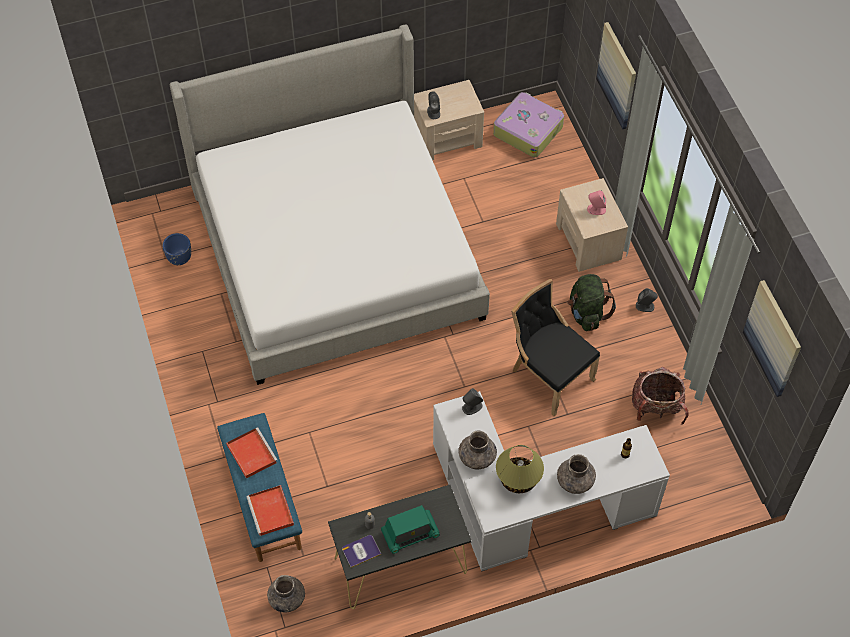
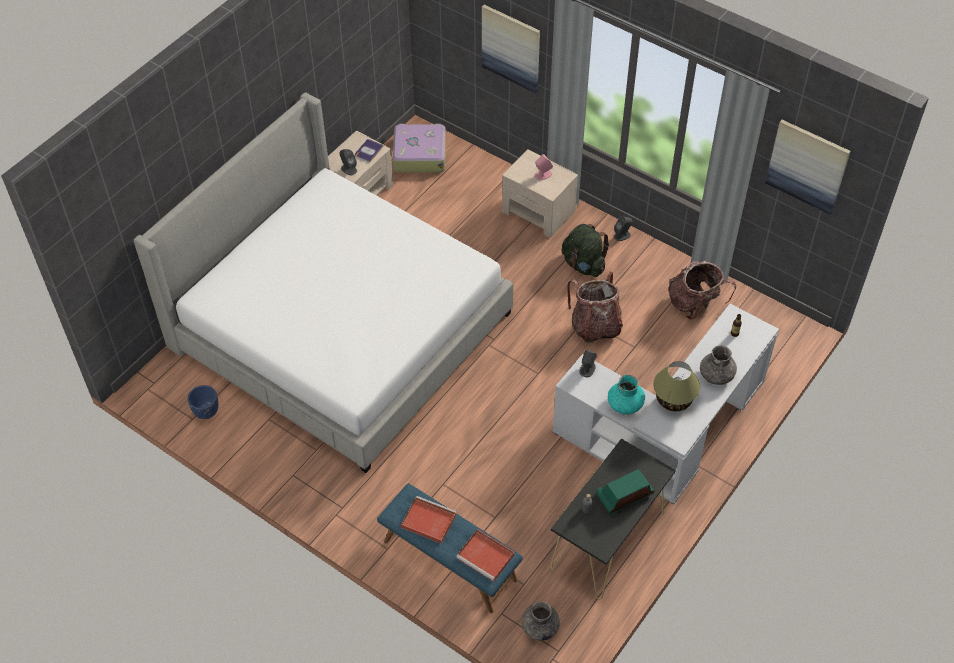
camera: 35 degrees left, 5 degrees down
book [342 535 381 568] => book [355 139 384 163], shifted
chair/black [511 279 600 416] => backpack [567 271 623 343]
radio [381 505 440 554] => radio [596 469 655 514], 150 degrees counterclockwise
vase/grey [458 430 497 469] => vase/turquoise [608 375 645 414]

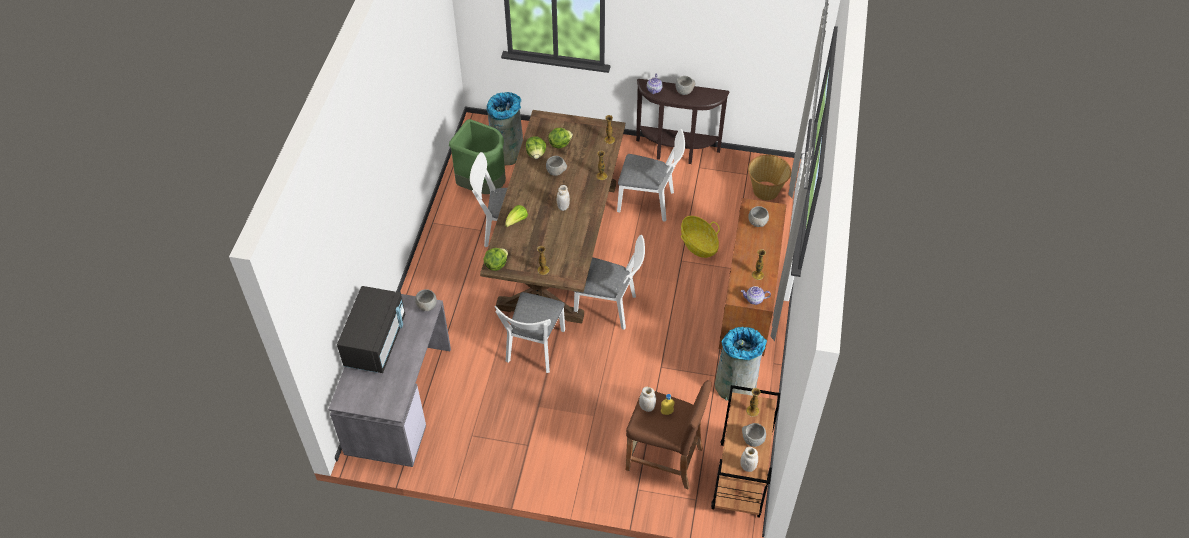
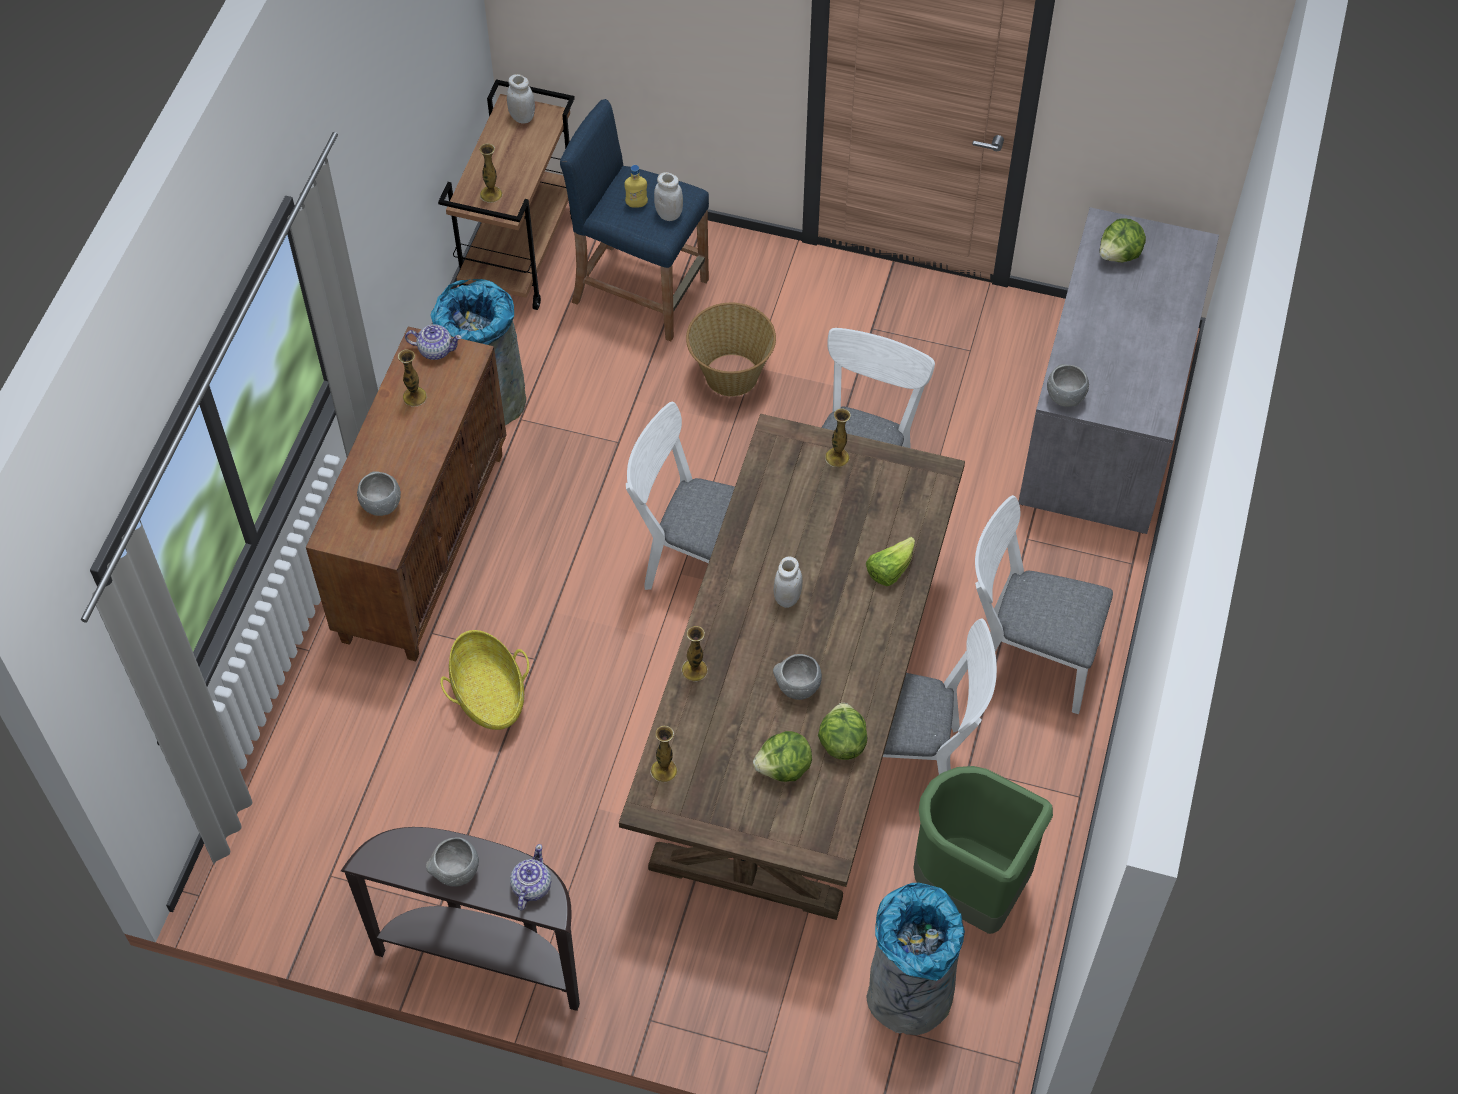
camera: 175 degrees left, 5 degrees up
stool/brown [626 380 711 490] => stool/blue [560 99 709 341]
basket [748 154 791 200] => basket [686 303 776 397], shifted
chair/white [617 129 685 222] => chair/white [975 495 1113 714], shifted
lettuce [483 248 508 271] => lettuce [1100 218 1146 262], shifted
microwave/black [337 286 405 373] => nothing
bowl/grey [742 423 766 447] => nothing

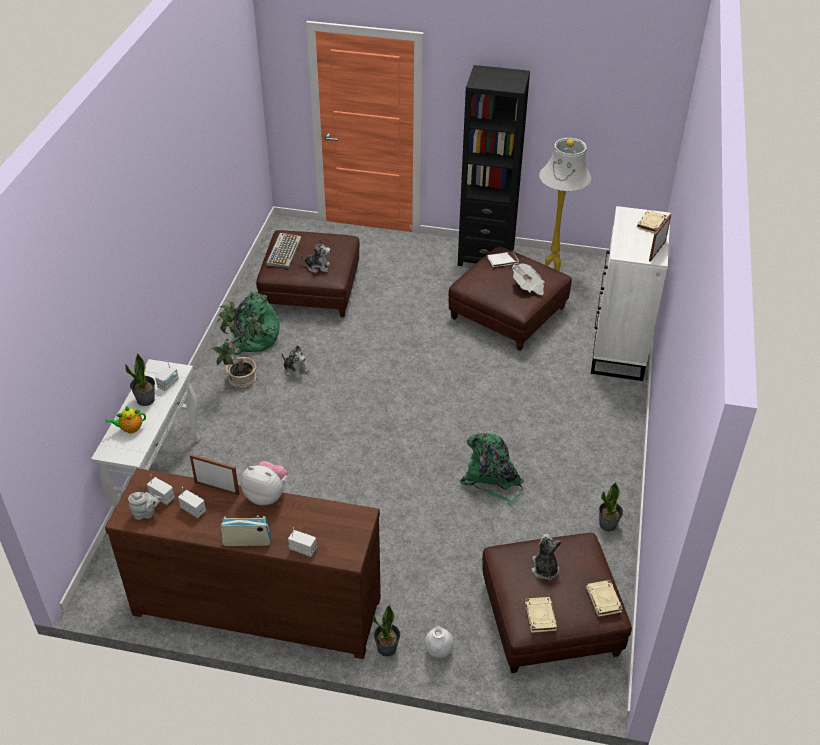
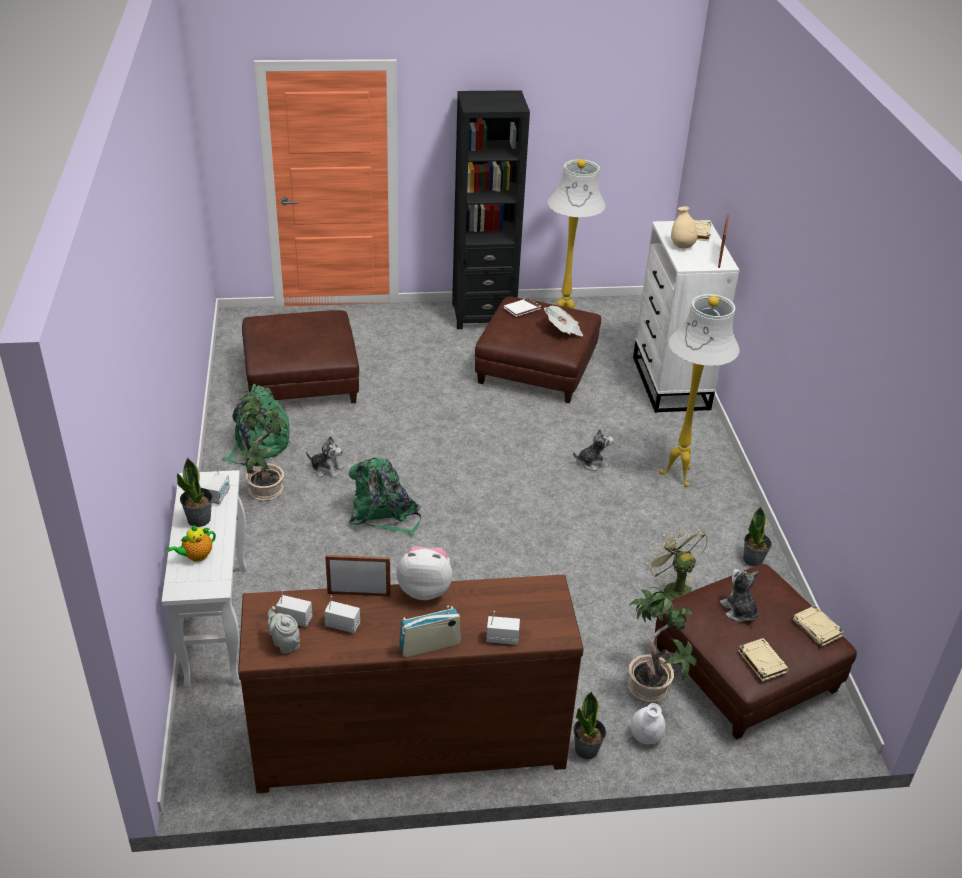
camera: 20 degrees left, 5 degrees down
teapot/grey [128 492 162 520] => teapot/grey [267 606 300 654], 105 degrees counterclockwise
backpack/green [460 433 524 506] => backpack/green [348 457 421 536], shifted
plush toy [300 239 331 273] => plush toy [573 429 614 471], shifted
nothing => potted plant [628 587 696 703]
nothing => fan/green [645 525 708 600]
nothing => floor lamp/white [659 294 739 487]
nothing => vase/beige [671 206 698 248]
keyboard [266 233 301 268] => nothing

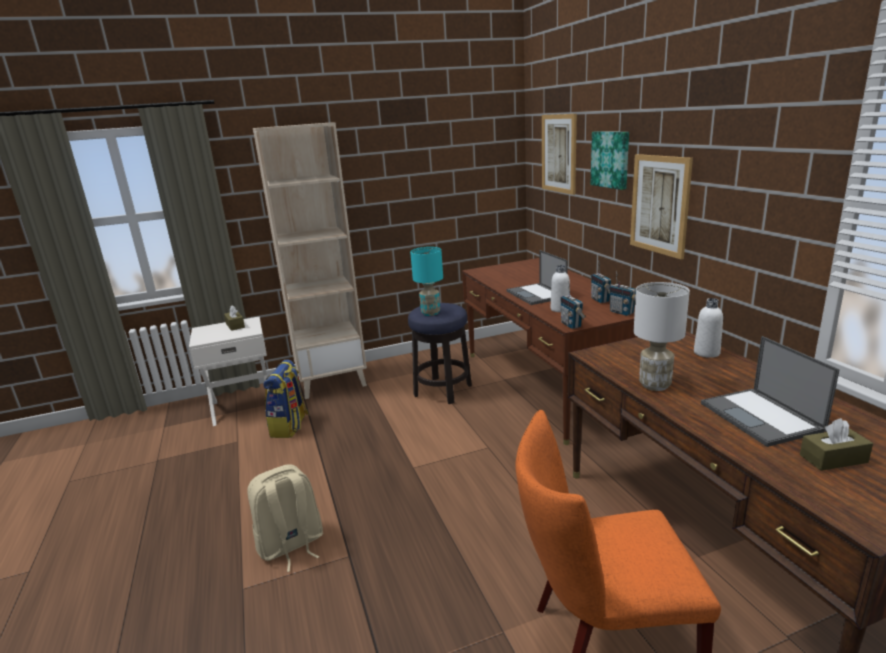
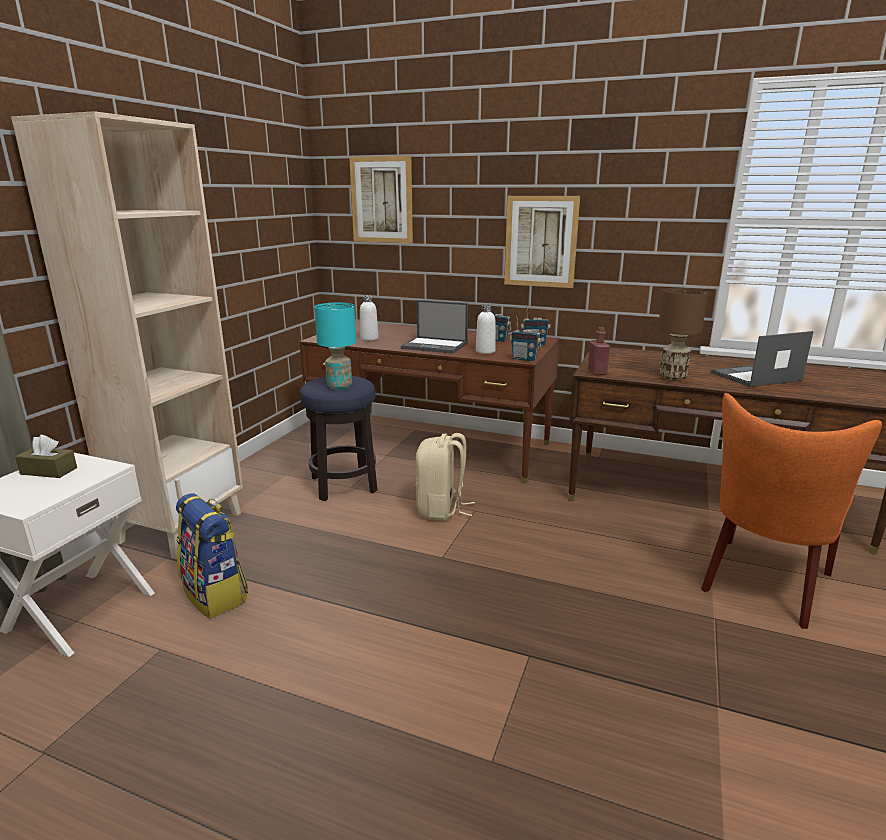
camera: 50 degrees left, 0 degrees up
bottle/white [694 298 723 358] => bottle/white [360 296 379 341], shifted
backpack/beige [247 464 323 572] => backpack/beige [416 433 475 521], shifted
nothing => bottle/red [588 327 610 376]
table lamp/white [634 282 690 391] => table lamp/brown [658 288 708 381]
laptop [701 336 840 447] => laptop [711 331 814 387], 135 degrees clockwise
picture [591 131 629 190] => nothing
tissue box/brown [800 418 873 471] => nothing

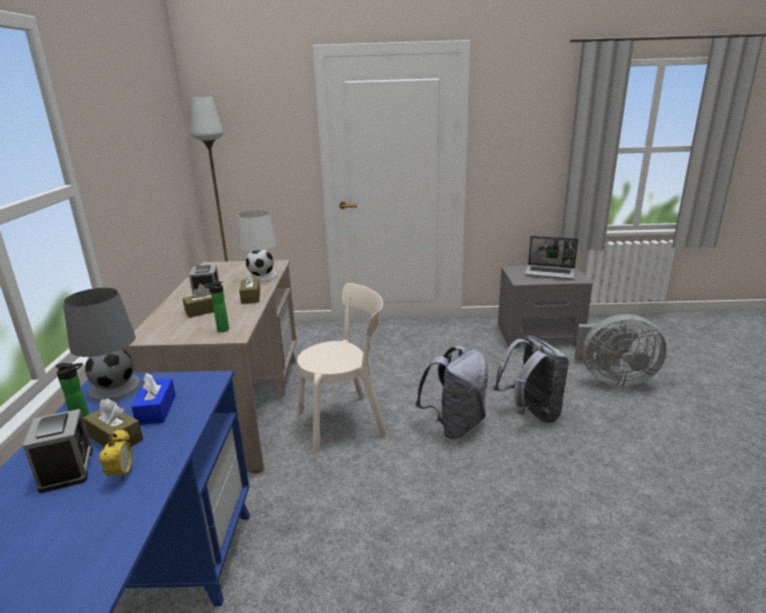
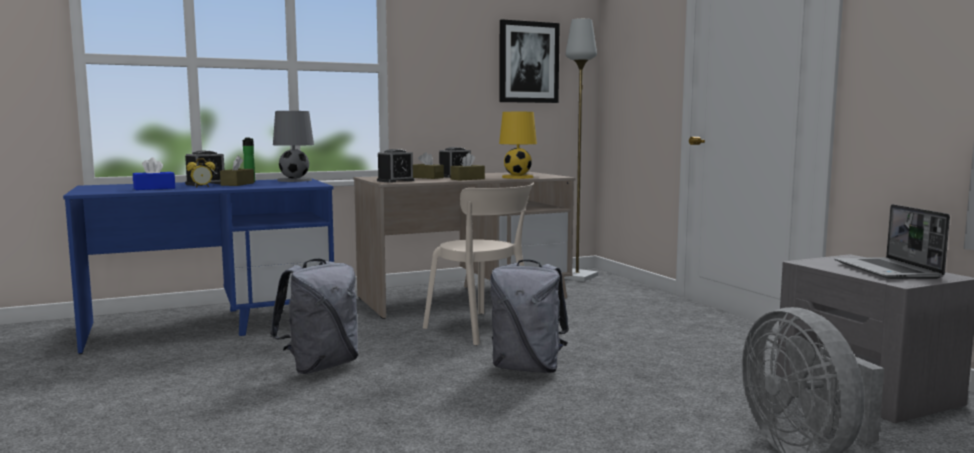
camera: 65 degrees right, 15 degrees down
tissue box/blue [132 373 176 425] => tissue box/blue [133 157 175 190], shifted
backpack/grey [494 335 569 423] => backpack/grey [270 259 358 374], shifted
bottle [204 281 229 332] => alarm clock [377 149 414 183]
nothing => picture [499 19 560 103]
table lamp/white [238 210 277 282] => table lamp/yellow [499 112 537 179]

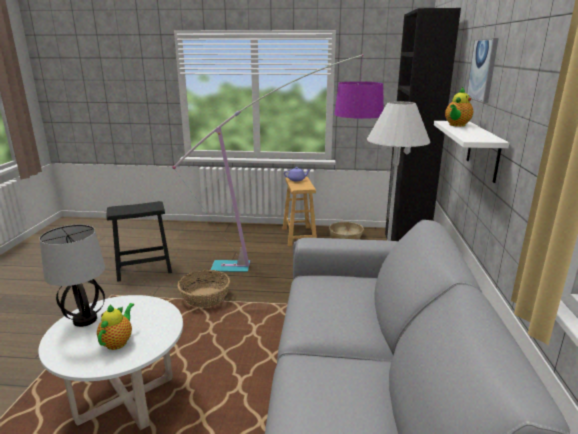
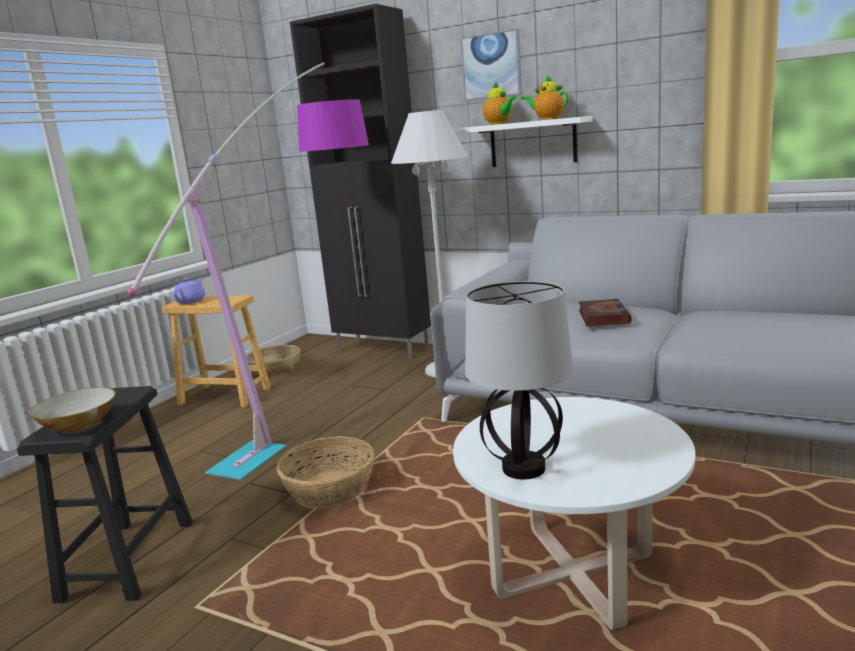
camera: 65 degrees left, 5 degrees down
nothing => bowl [29 387 116 432]
teapot [97 303 135 350] => teapot [521 75 568 120], shifted
nothing => book [579 299 631 326]

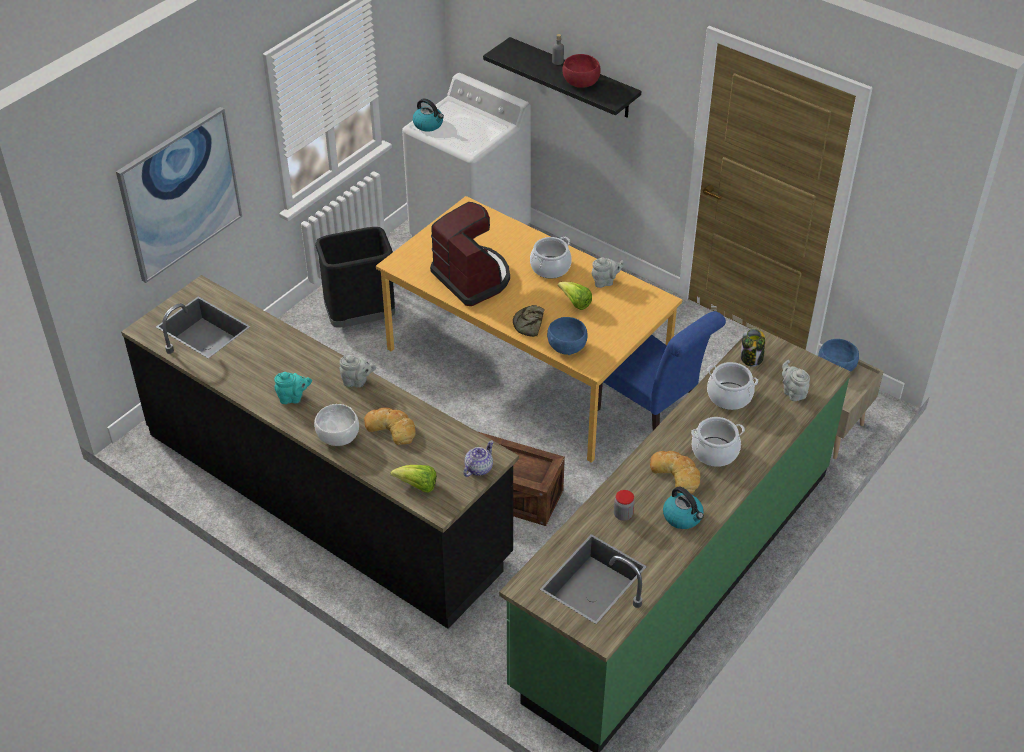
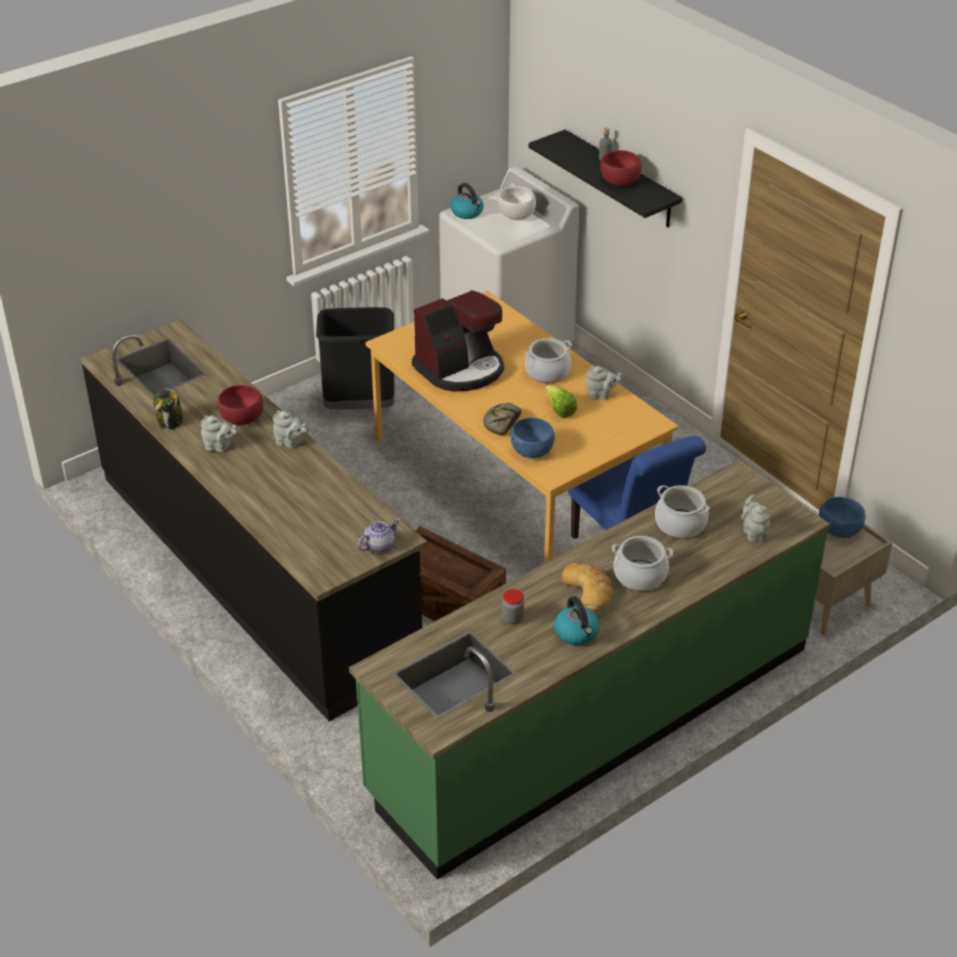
camera: 15 degrees right, 5 degrees down
jar [741 329 765 367] => jar [153 388 184 430], shifted
teapot/turquoise [274 372 312 404] => teapot/grey [201 415 240 452]
nothing => bowl/red [218 385 263 425]
coffee machine [430 202 510 306] => coffee machine [412 290 504 392], 75 degrees clockwise
bowl/white [314 404 359 446] => bowl/white [498 186 536 220], shifted
picture [116 107 242 283] => nothing
bread [364 408 416 445] => nothing
lettuce [390 465 437 493] => nothing

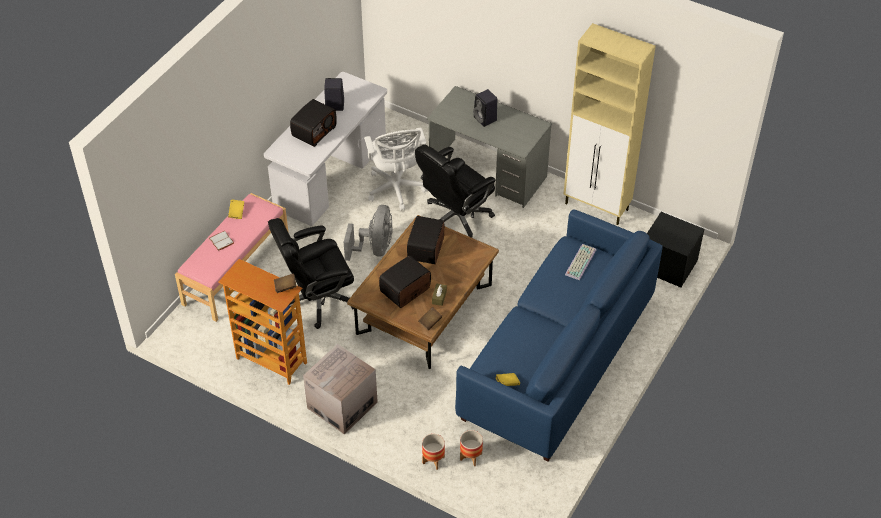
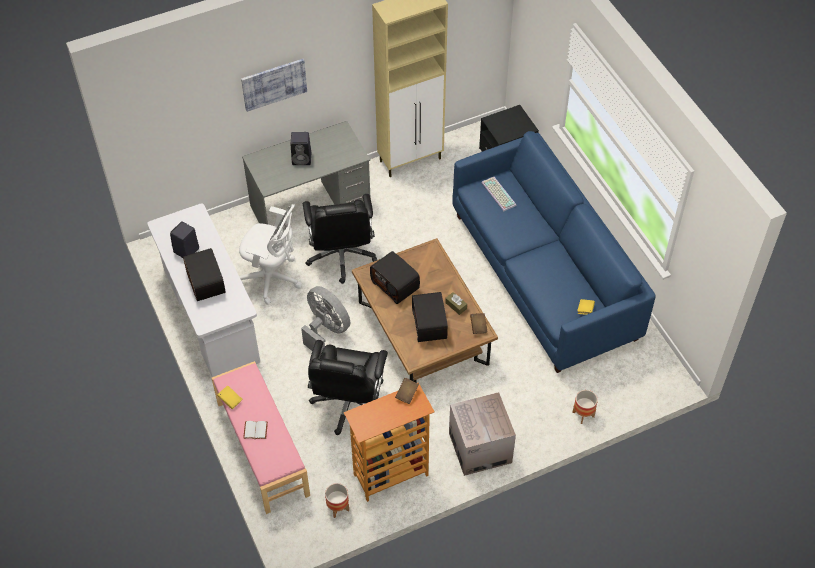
camera: 55 degrees left, 5 degrees up
nothing => picture [241 59 307 112]
planter [460 430 483 466] => planter [325 483 349 518], shifted

